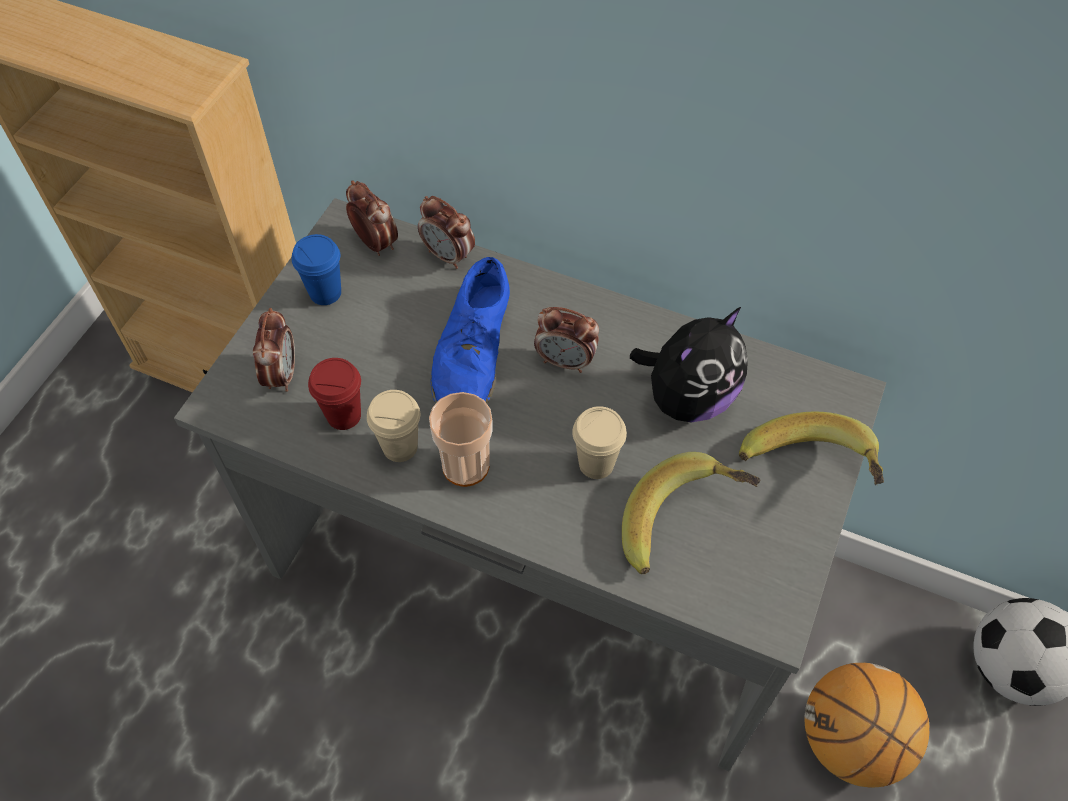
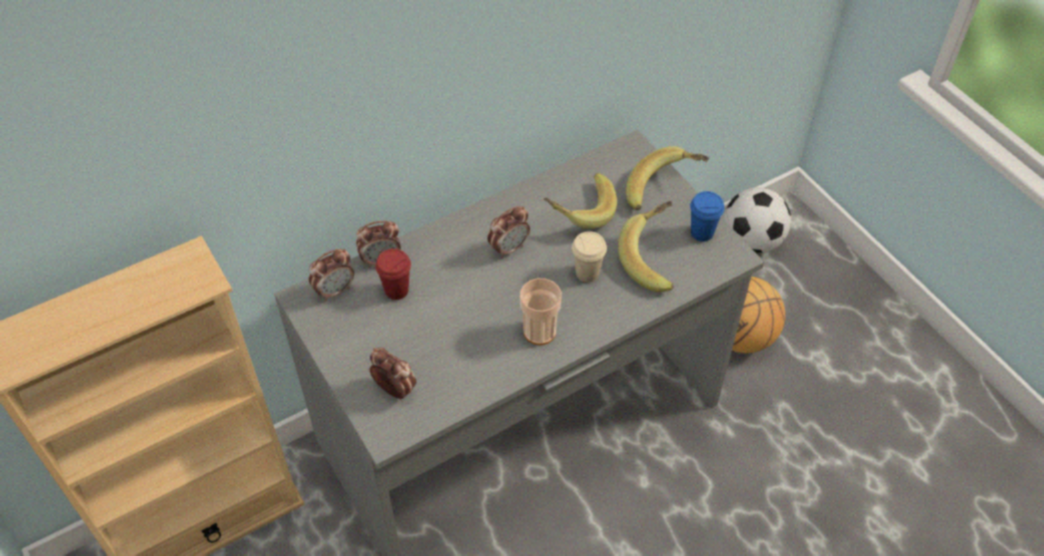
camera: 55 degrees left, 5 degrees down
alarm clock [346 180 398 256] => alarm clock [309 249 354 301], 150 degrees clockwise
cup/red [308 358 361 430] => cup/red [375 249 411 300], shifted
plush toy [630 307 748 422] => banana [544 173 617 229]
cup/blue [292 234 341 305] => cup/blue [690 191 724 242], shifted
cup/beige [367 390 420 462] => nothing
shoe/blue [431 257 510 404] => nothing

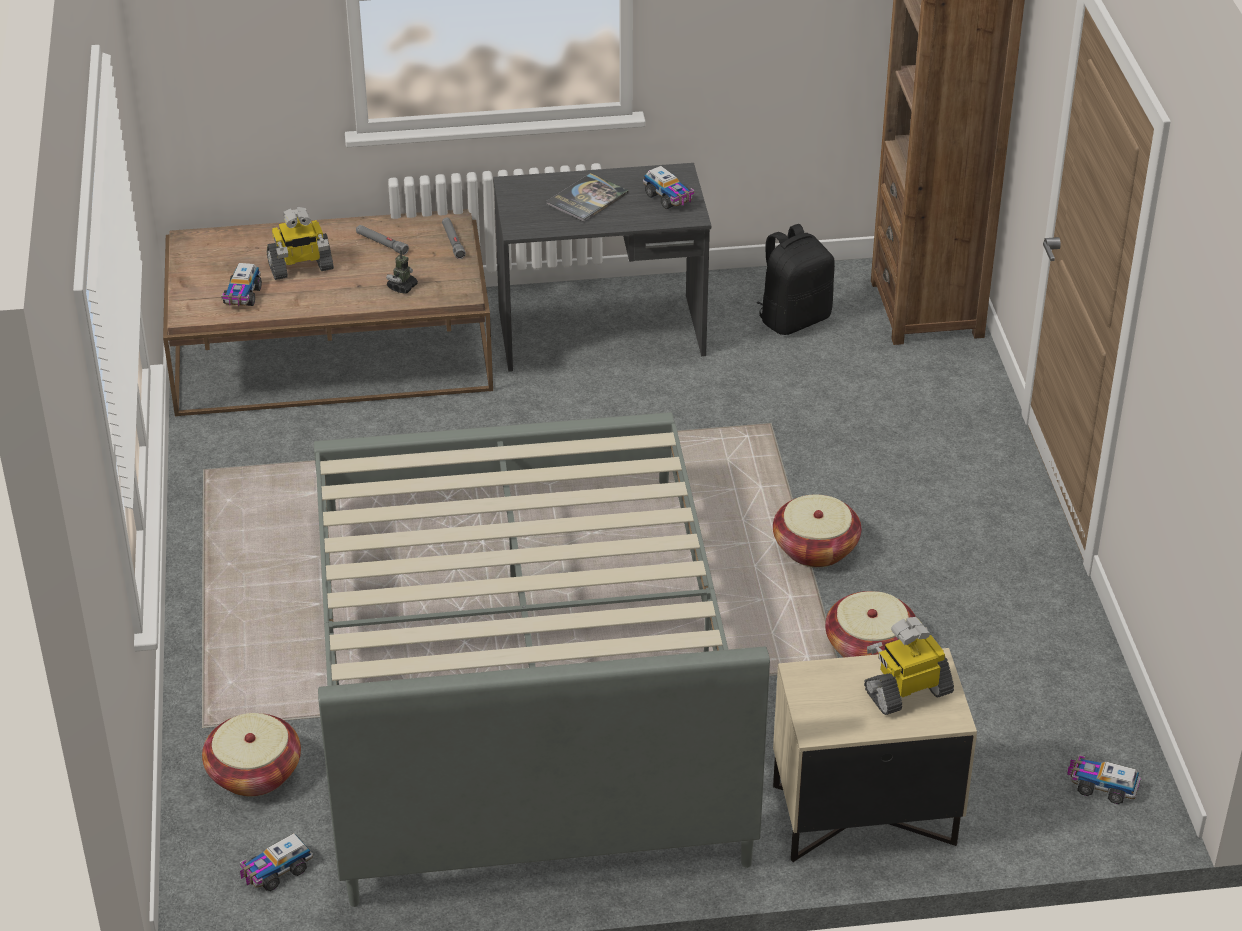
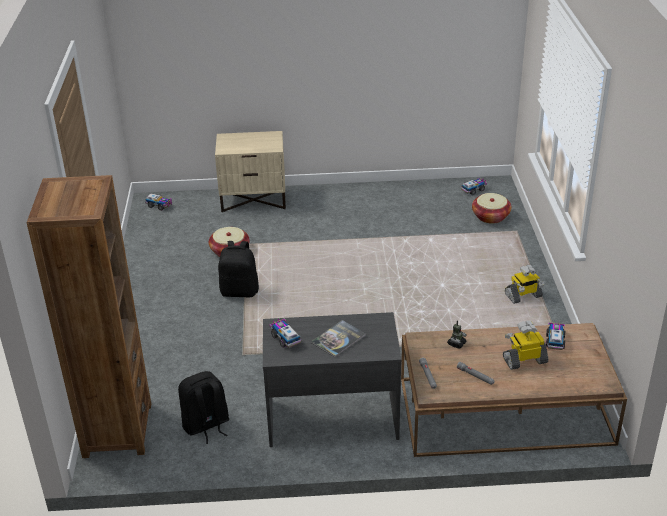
camera: 175 degrees left, 5 degrees down
basket [773 494 861 567] => backpack/black [218 241 259 297]
toy robot [864 617 954 715] => toy robot [505 265 544 304], shifted
bed/grey [314 412 770 907] => nothing

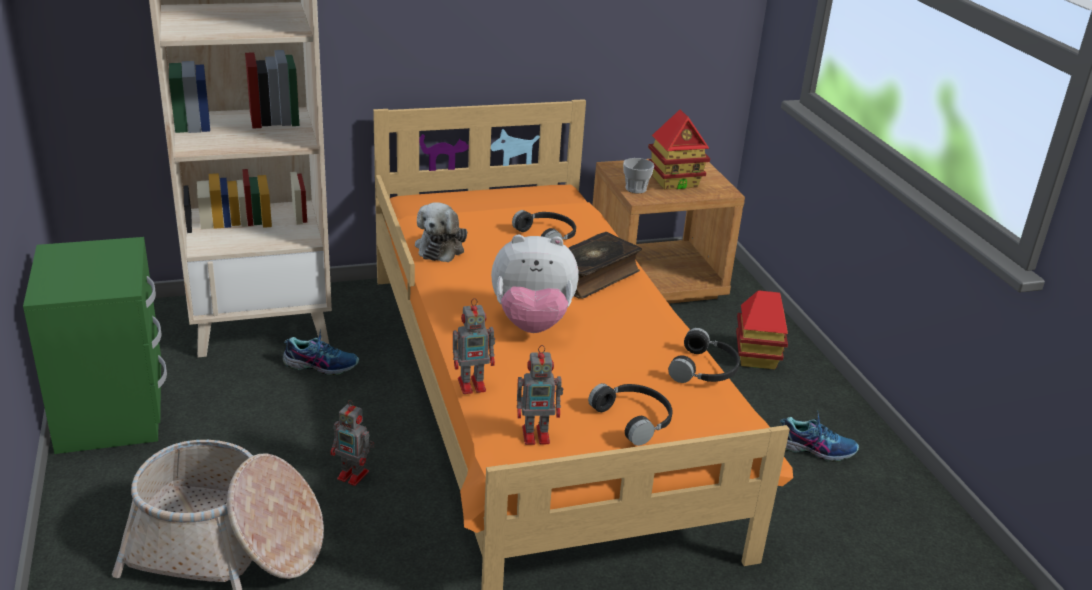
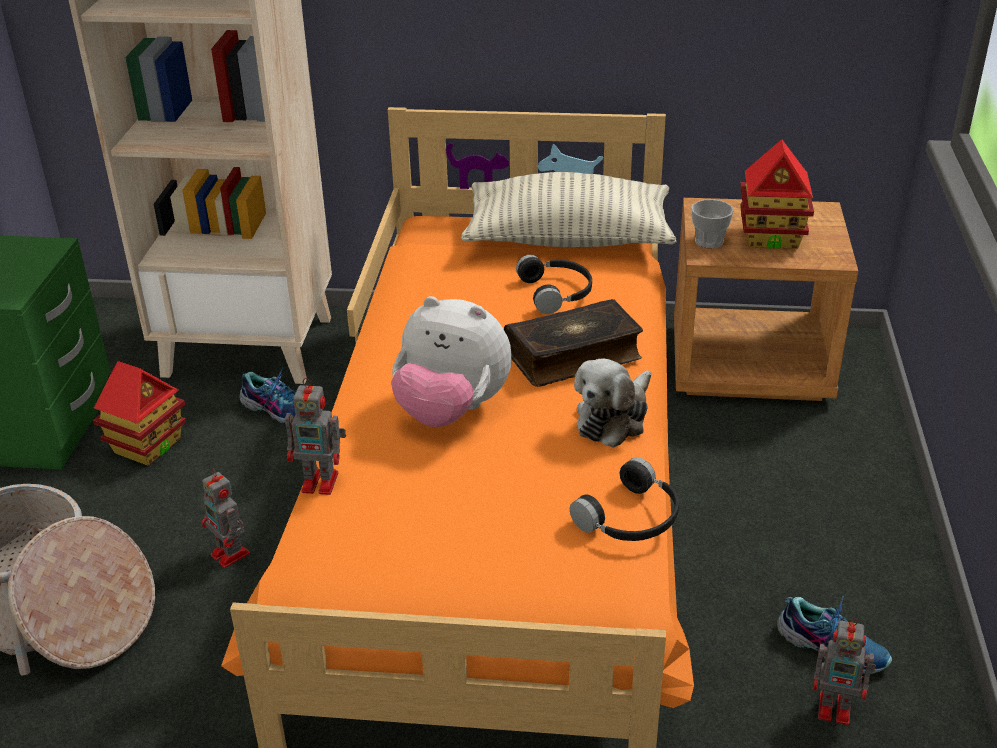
camera: 25 degrees right, 5 degrees up
toy house [736 290 788 369] => toy house [93 361 186 466], shifted
nothing => pillow [461 172 677 247]
plush toy [415 202 467 262] => plush toy [574 358 651 448], shifted
toy robot [517 345 563 445] => toy robot [813 618 876 725], shifted
headphones/black [588 383 672 446] => nothing

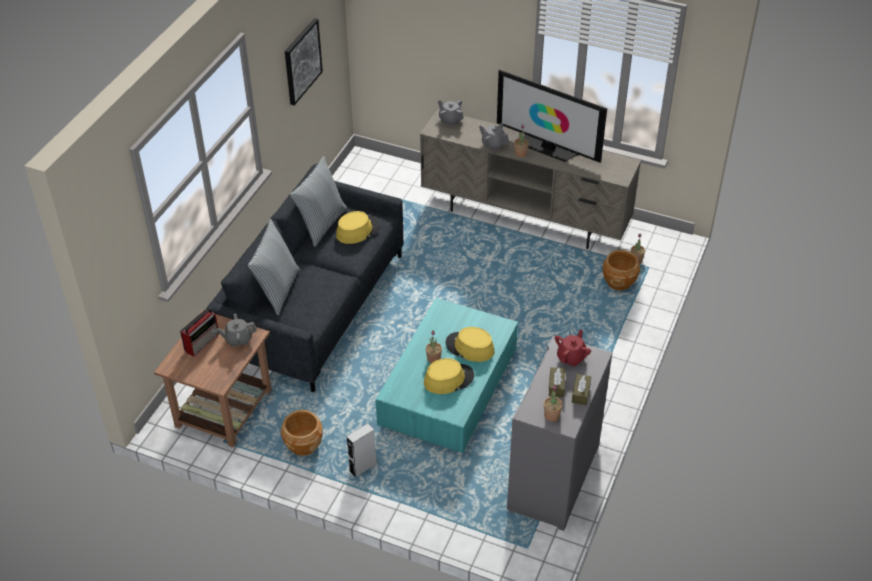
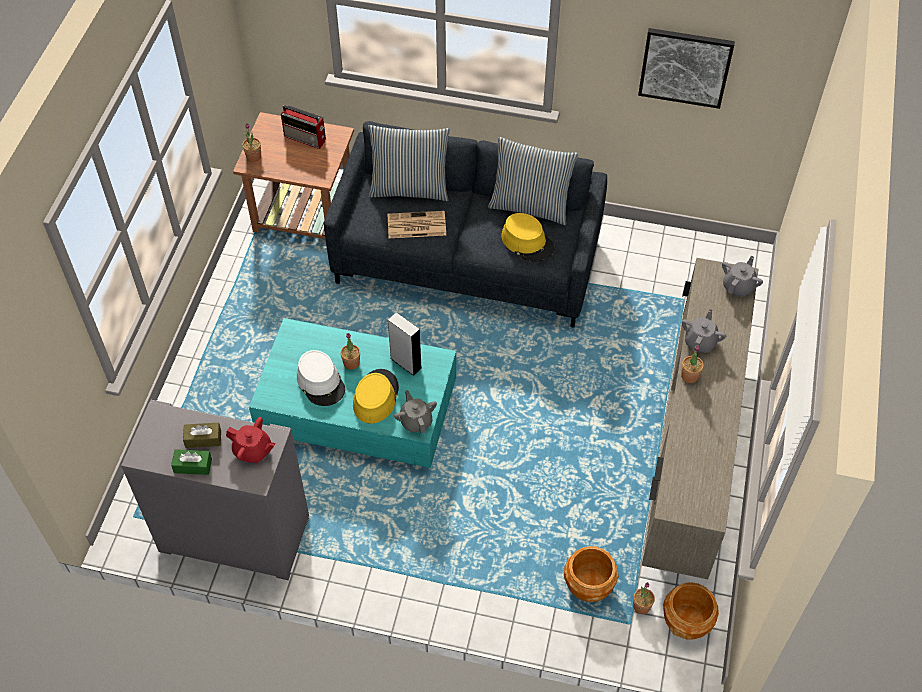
camera: 80 degrees right, 10 degrees up
tissue box/brown [572 374 591 405] => tissue box/green [171 449 212 475]
potted plant [544 385 563 422] => potted plant [242 123 261 162], shifted
hat/yellow [424 358 474 394] => hat/white [297 350 345 406]
nothing => newspaper [387 211 446 238]
speaker/grey [346 423 377 477] => speaker/grey [388 312 422 376], shifted
teapot/grey [217 313 257 347] => teapot/grey [394 390 437 434], shifted
planter/brown [281 410 323 456] => planter/brown [663 582 719 640], shifted
television [497 70 607 163] => nothing

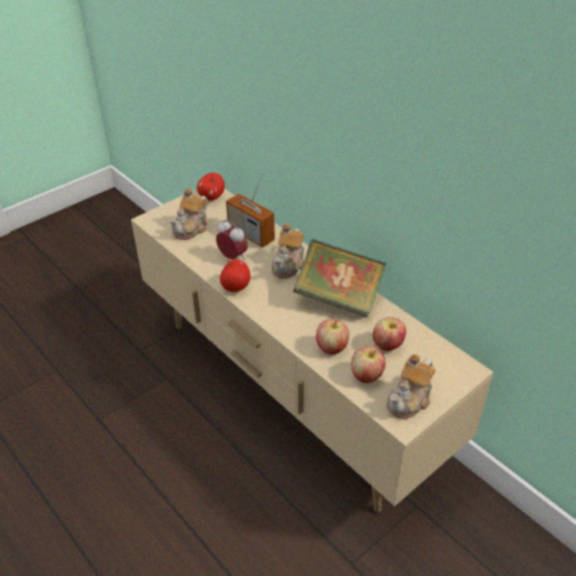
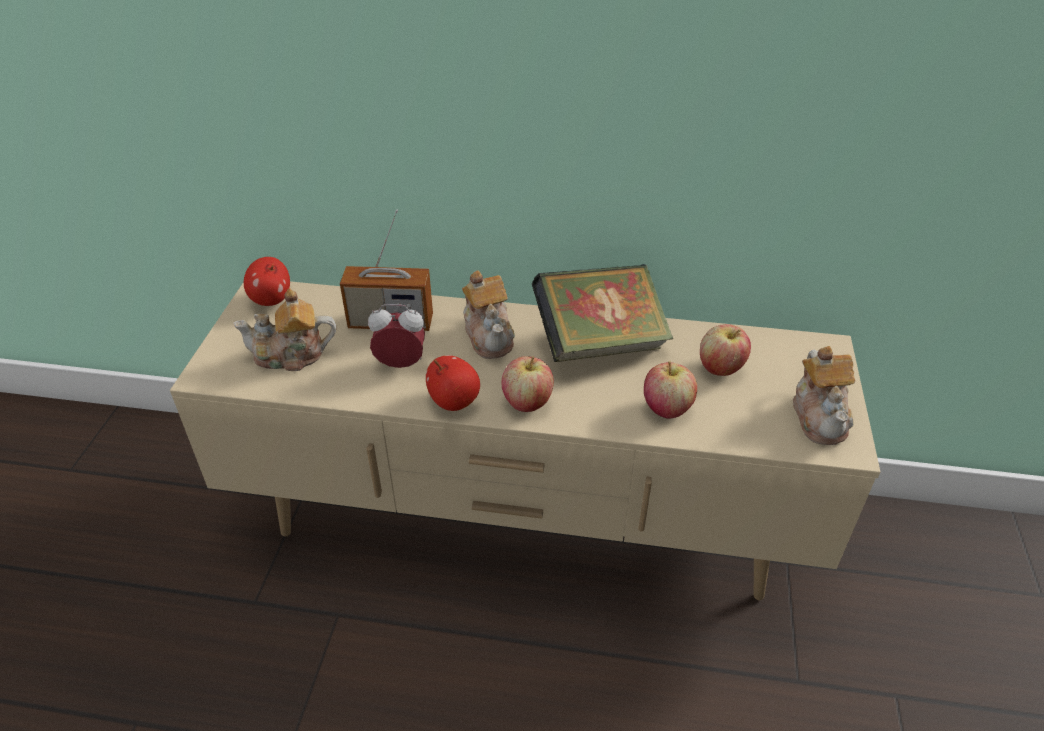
camera: 40 degrees left, 0 degrees up
teapot [169 189 208 240] => teapot [233 289 336 371], 90 degrees clockwise
apple [351 346 386 383] => apple [501 356 554 412], shifted

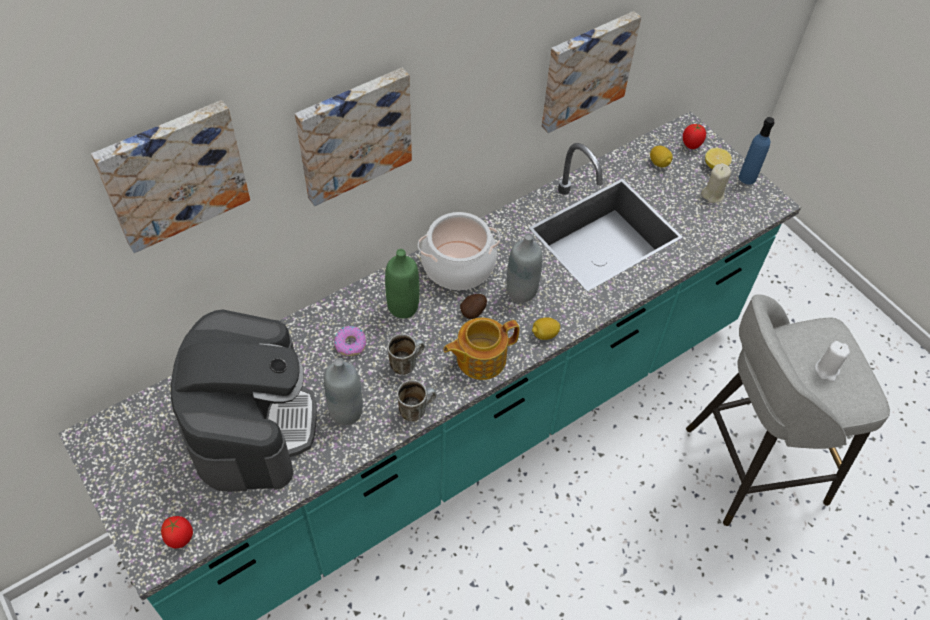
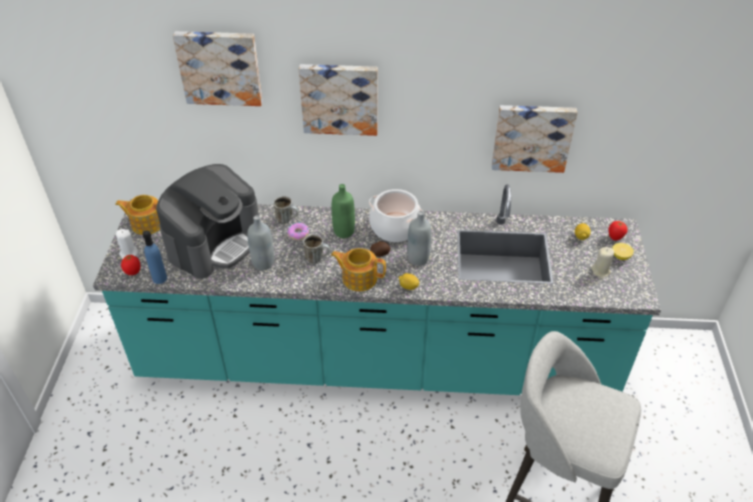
camera: 40 degrees right, 10 degrees down
nothing => teapot [115 195 160 235]
candle/white [815 341 850 382] => candle/white [116 229 139 259], shifted
bottle/blue [739 117 775 185] => bottle/blue [143 230 167 284], shifted
mug [397 380 436 421] => mug [273 196 299 224], shifted

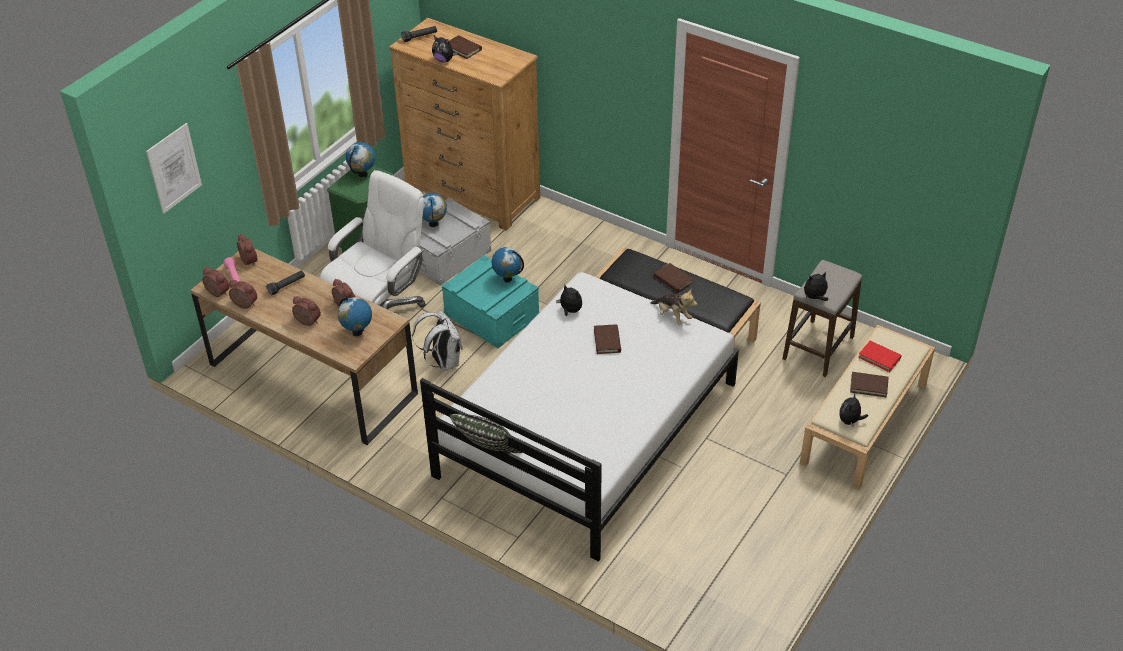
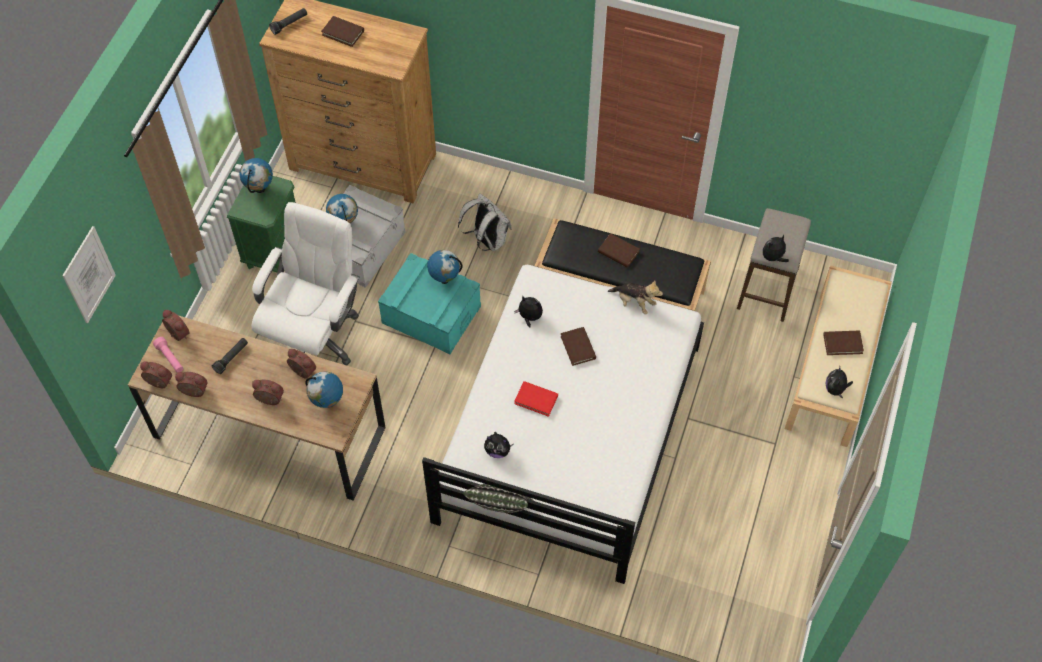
camera: 15 degrees left, 15 degrees up
backpack/white [412 310 463 371] => backpack/white [458 193 512 251], shifted
plush toy [432 36 457 62] => plush toy [484 432 514 458], shifted
book/red [858 341 902 372] => book/red [514 381 558 417], shifted

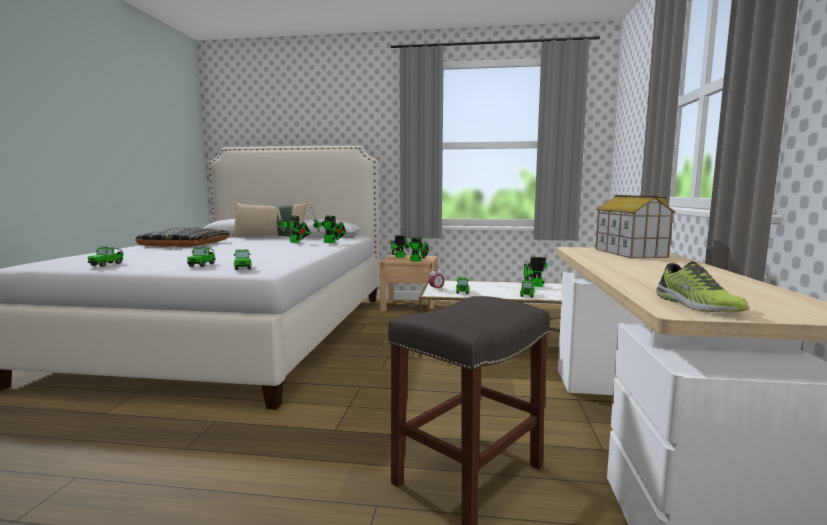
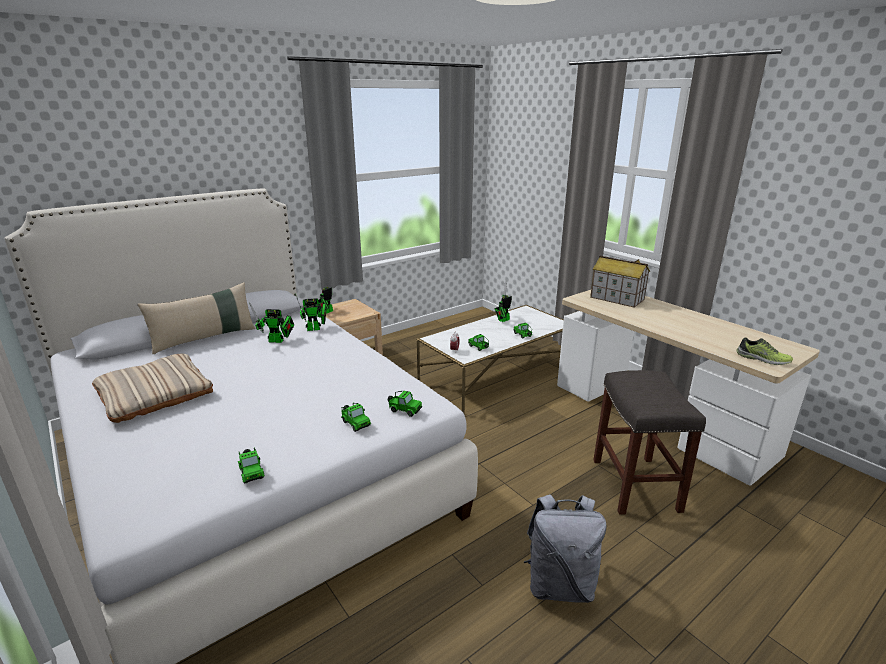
camera: 45 degrees left, 15 degrees up
pillow/black [136 227 230 247] => pillow/beige [92 354 213 423]
nothing => backpack/grey [524 494 607 603]
toy robot [402 228 429 262] => nothing

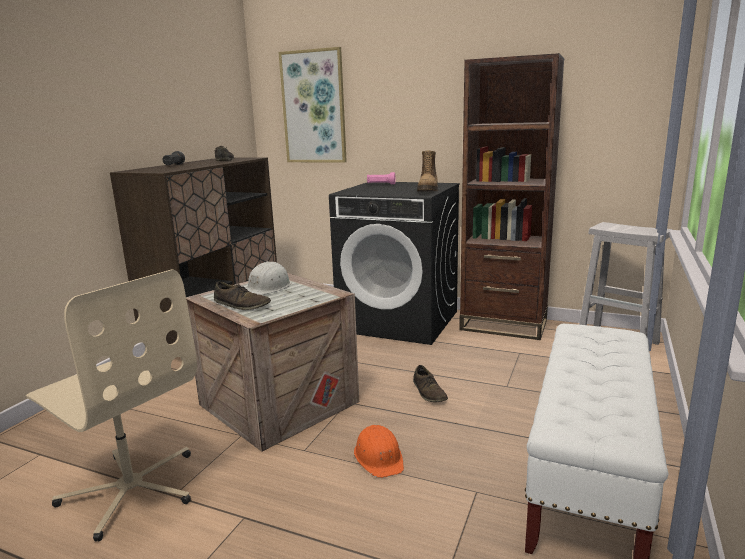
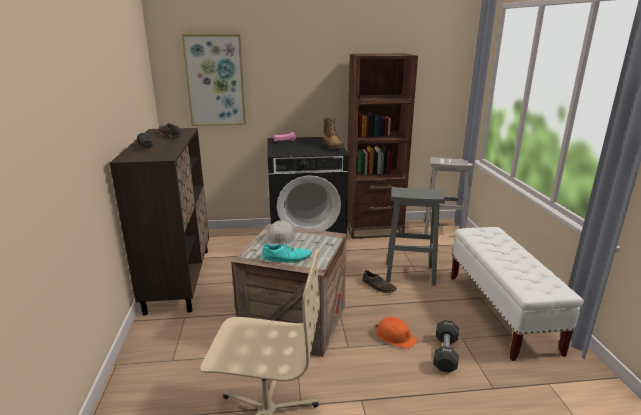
camera: 30 degrees left, 5 degrees up
shoe/brown [214 281 271 310] => shoe/turquoise [262 244 312 263]
nothing => stool/grey [386 187 445 286]
nothing => dumbbell/black [433 320 459 373]

